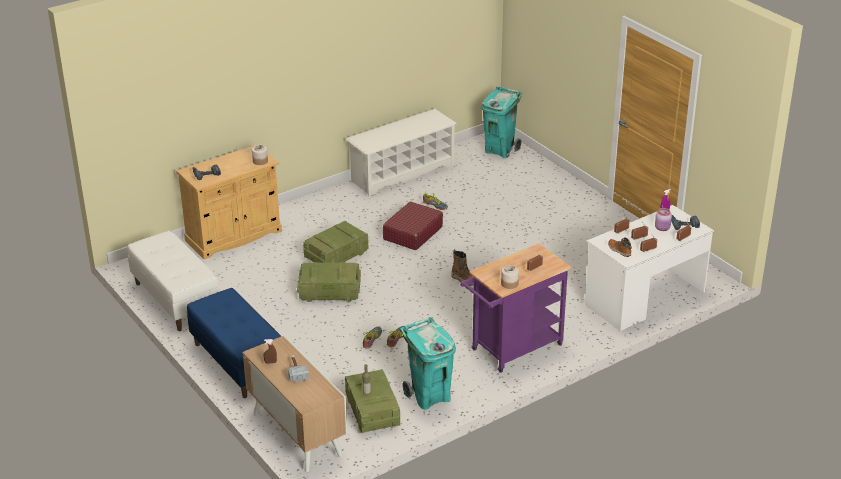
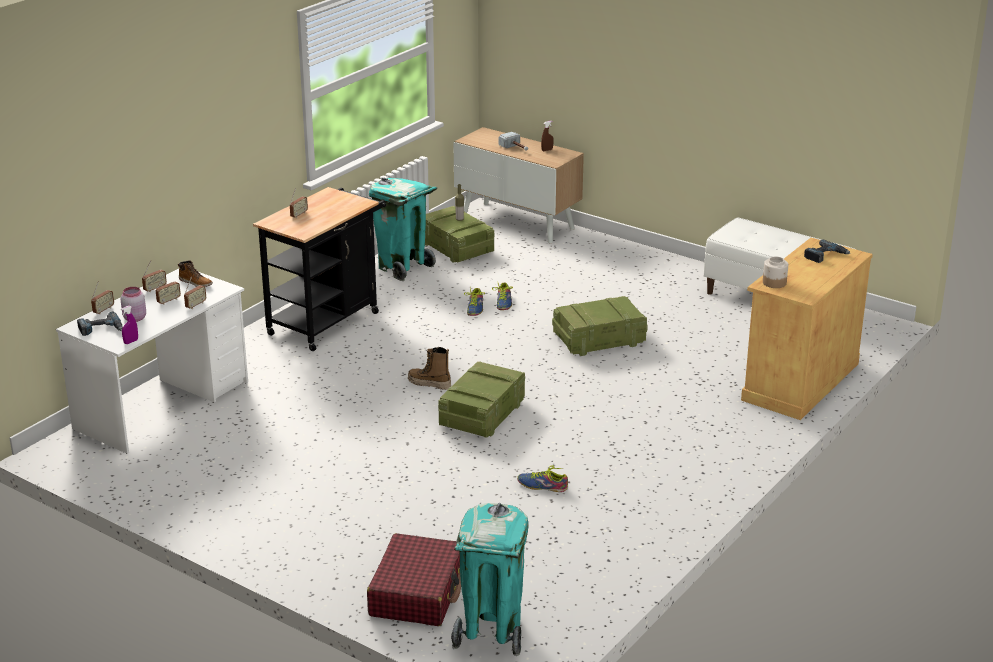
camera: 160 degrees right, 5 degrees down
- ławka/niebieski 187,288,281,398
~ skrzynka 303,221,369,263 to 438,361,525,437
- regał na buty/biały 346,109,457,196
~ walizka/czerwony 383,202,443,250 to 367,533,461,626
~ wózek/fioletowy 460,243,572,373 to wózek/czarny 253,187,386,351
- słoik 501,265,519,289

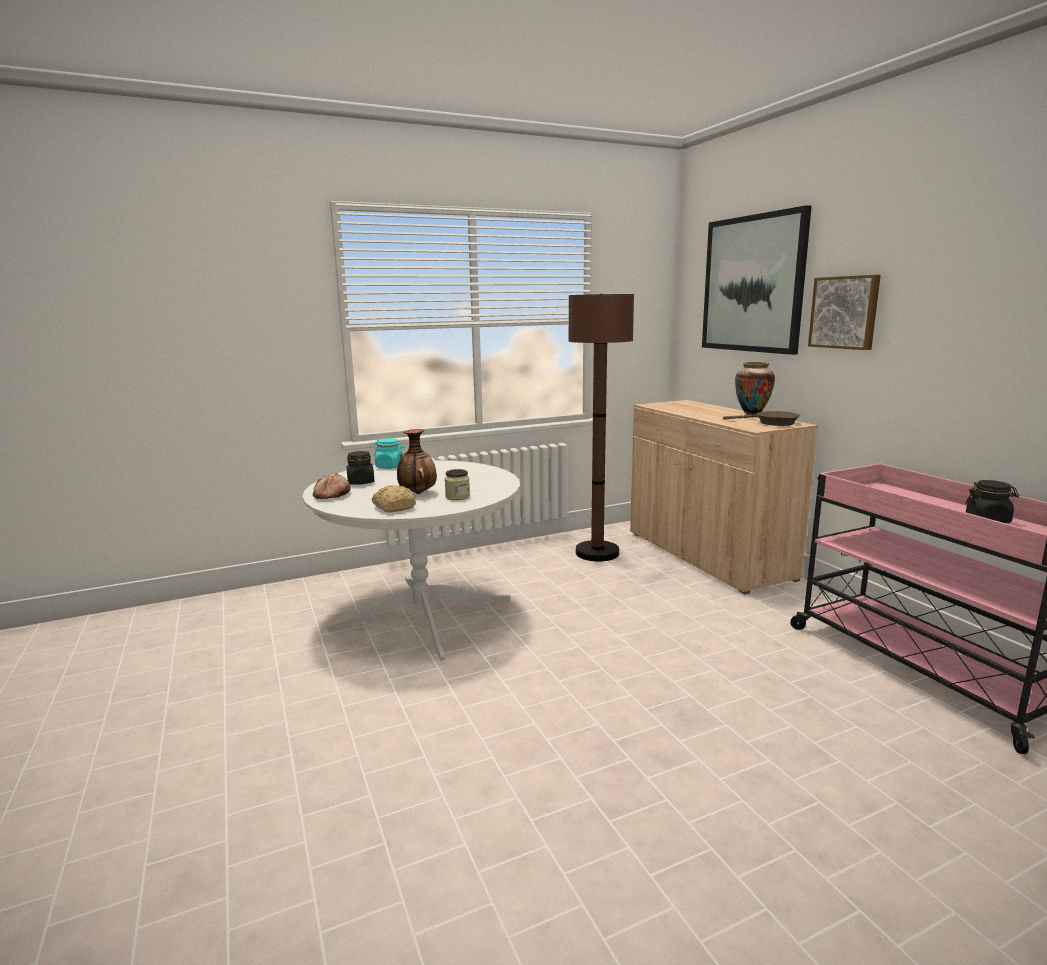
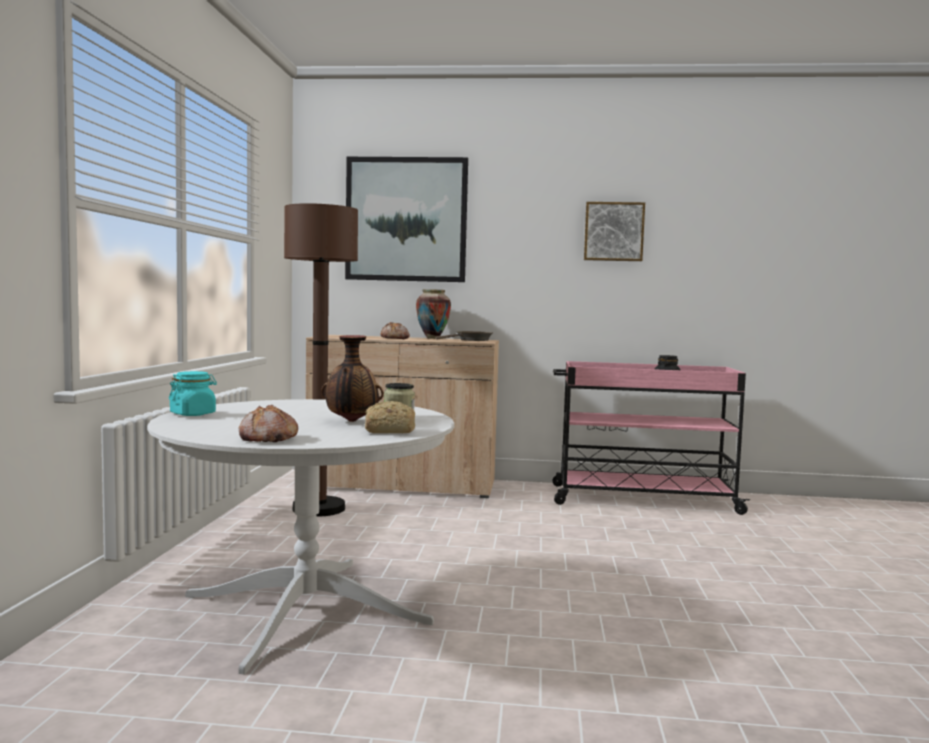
camera: 60 degrees left, 10 degrees down
- słoik/czarny 347,451,374,485
~ obraz 808,275,881,350 to 584,202,645,261
+ chleb 380,322,410,339

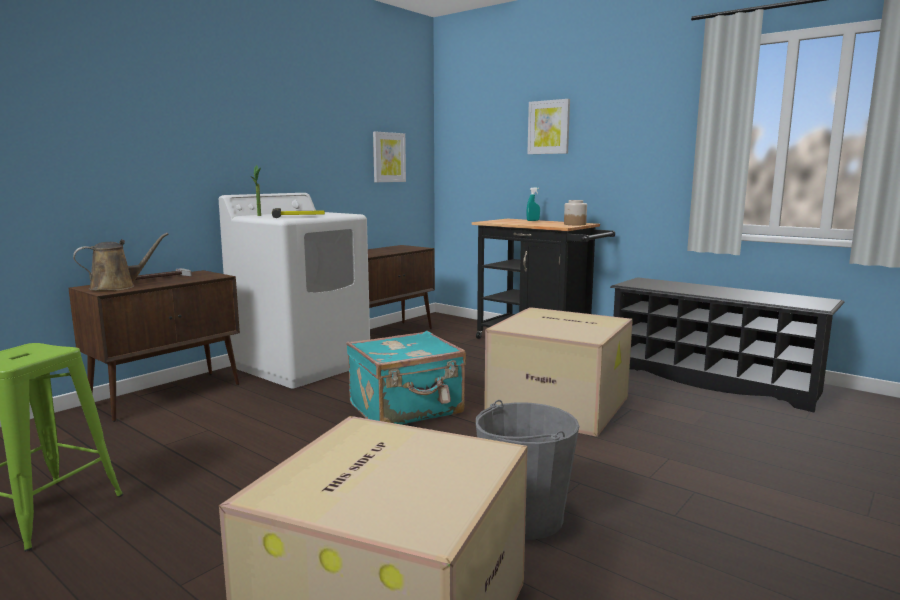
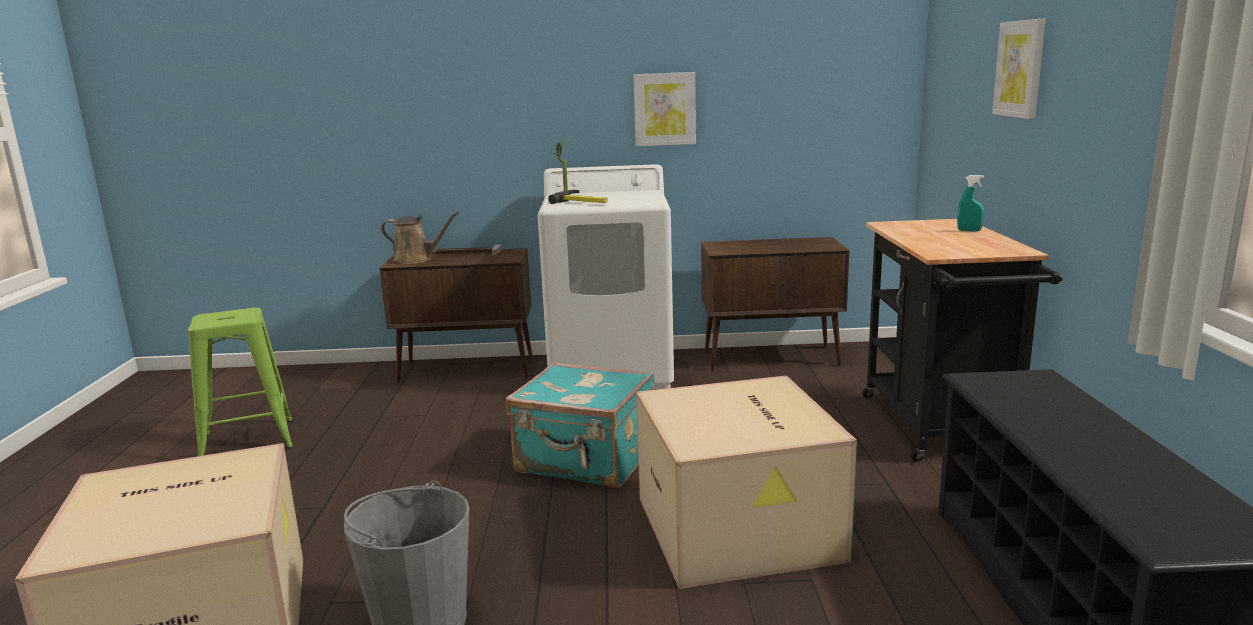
camera: 50 degrees right, 5 degrees up
~ obraz 373,131,406,182 to 633,72,696,146
- słoik 564,200,587,225

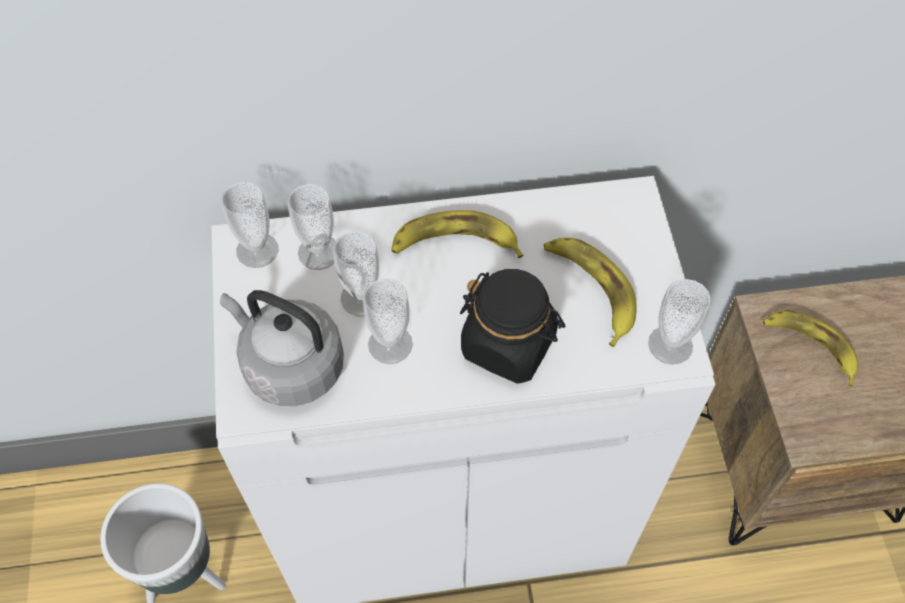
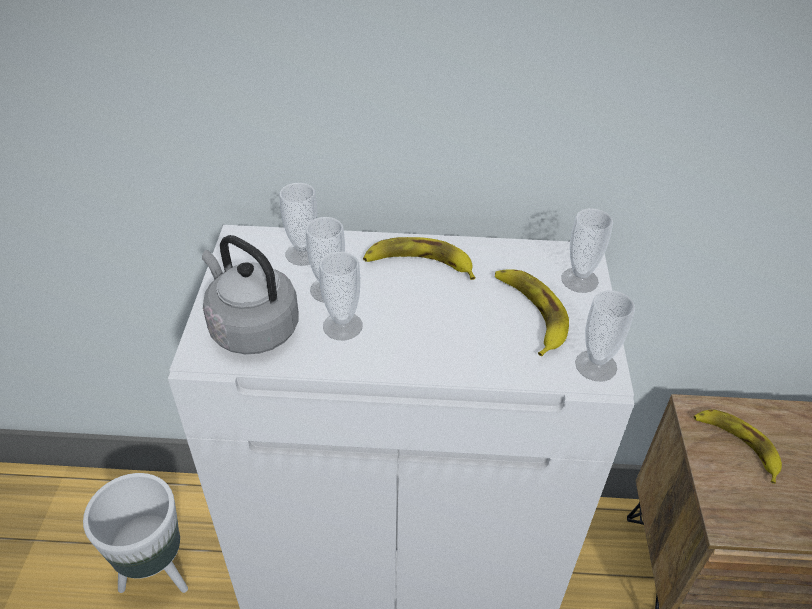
camera: 10 degrees right, 15 degrees down
~ filiżanka 221,182,278,268 to 561,208,613,293
- słoik/czarny 460,269,565,384

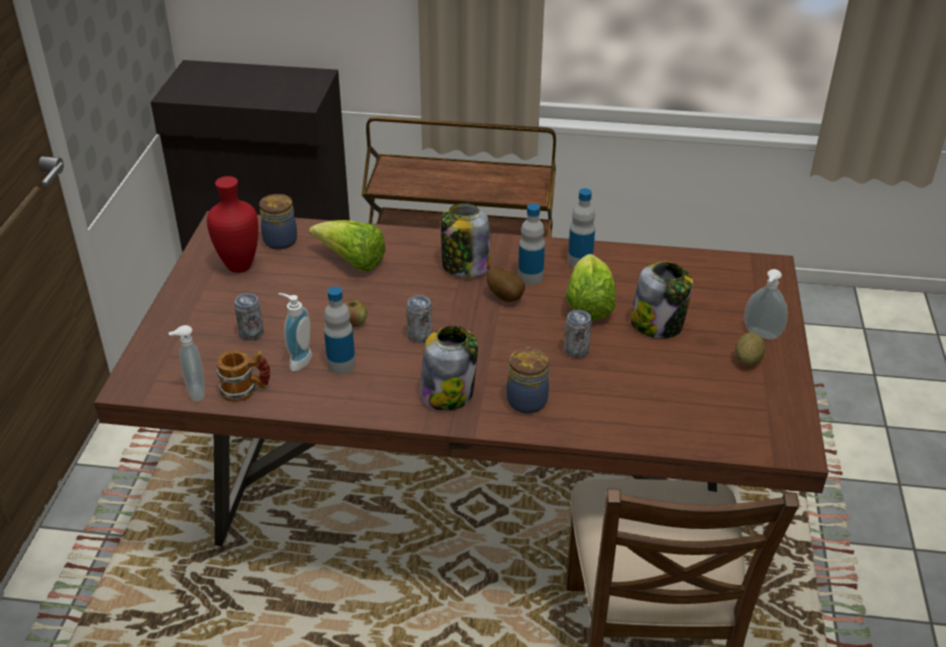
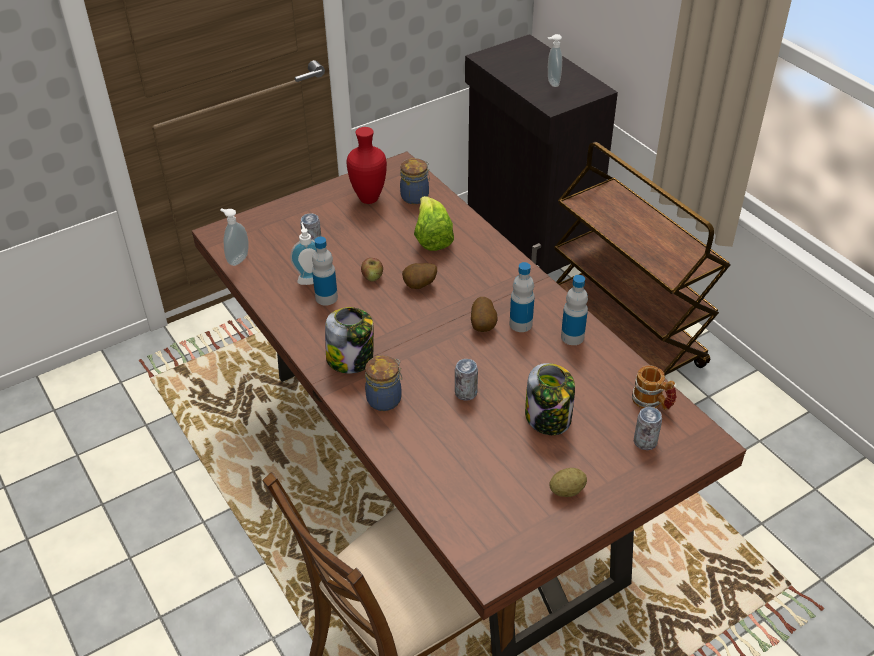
camera: 50 degrees right, 5 degrees up
~ kubek 216,350,271,402 to 632,365,677,410
~ puszka 407,295,433,343 to 634,407,662,450
- słoik 441,203,490,277
- sałata 566,254,616,321
~ dozownik mydła 744,269,788,340 to 548,34,562,87
+ ziemniak 402,263,437,289

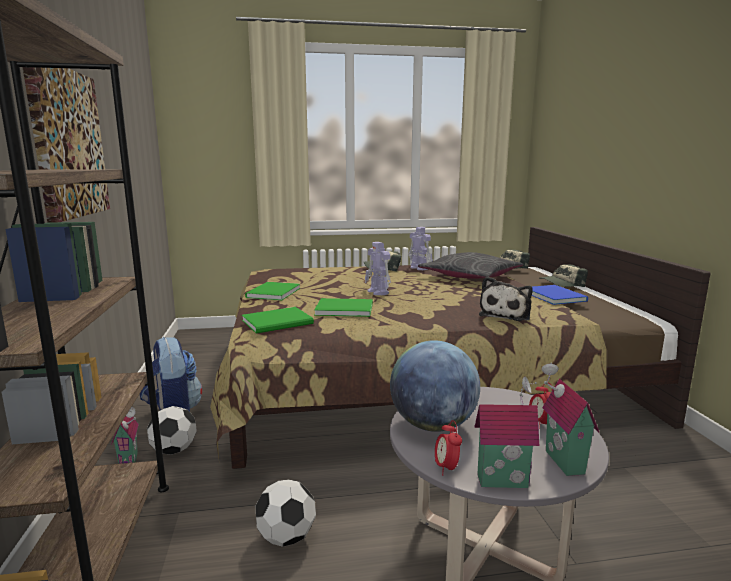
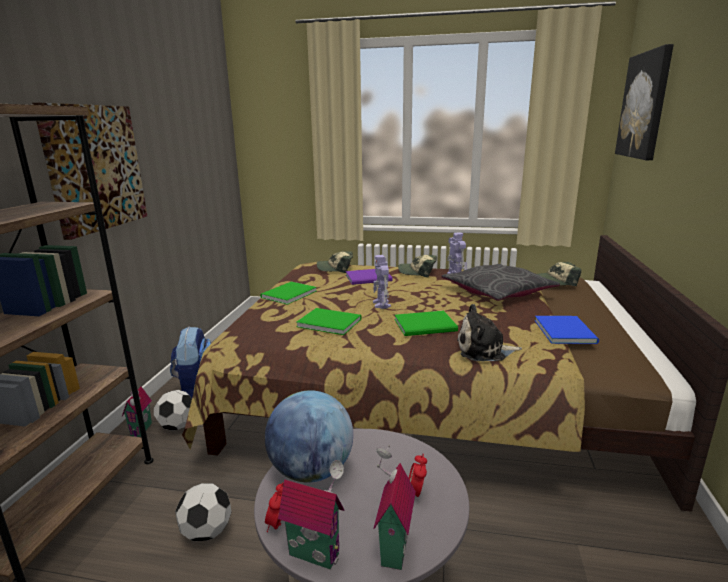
camera: 20 degrees right, 5 degrees up
~ książka/zielony 242,307,314,333 to 395,311,458,336
~ pluszak 479,276,533,321 = 457,304,522,361 45 degrees clockwise
~ czapka z daszkiem 539,264,588,287 to 317,251,353,273
+ książka/fioletowy 346,269,392,285
+ obraz 615,44,674,160

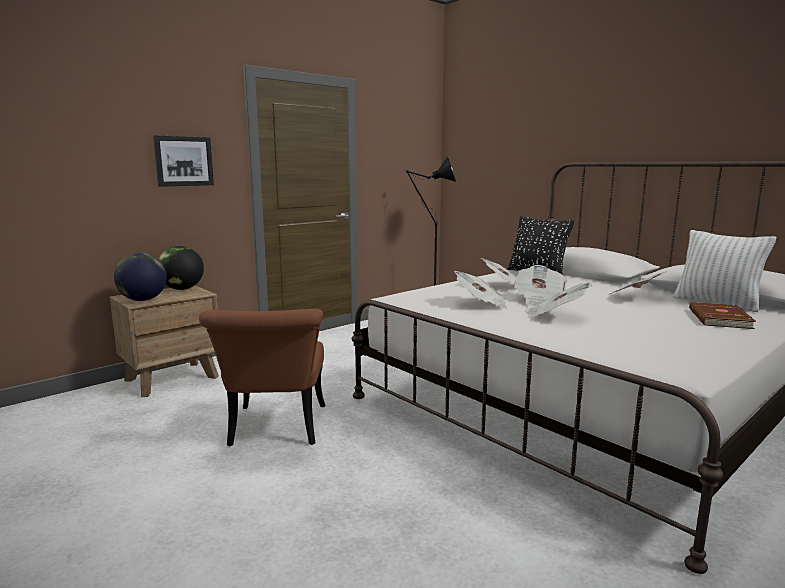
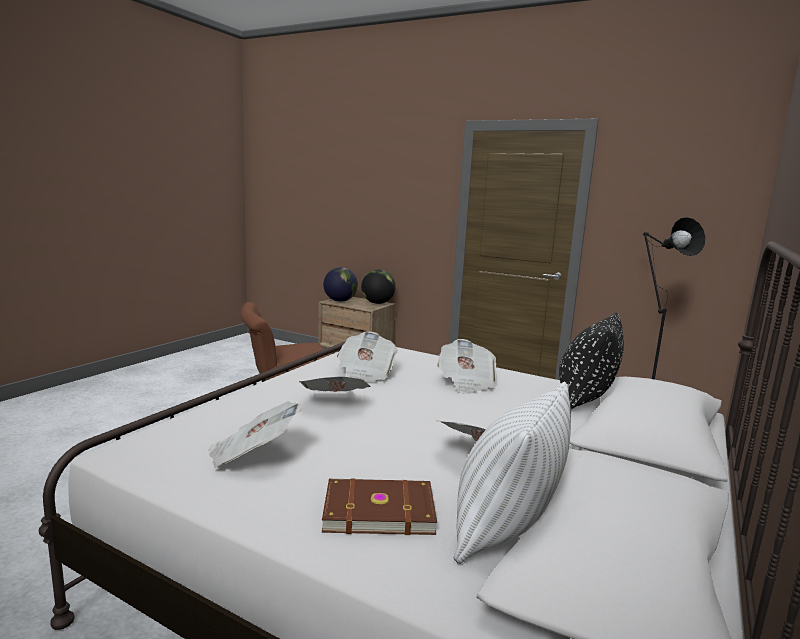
camera: 70 degrees right, 0 degrees up
- obraz 153,135,214,187
~ gazeta 513,265,567,307 to 208,401,301,468

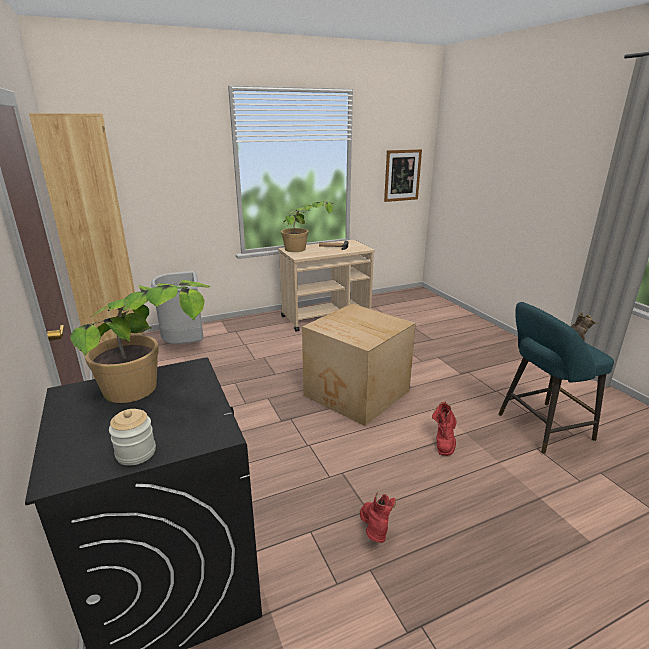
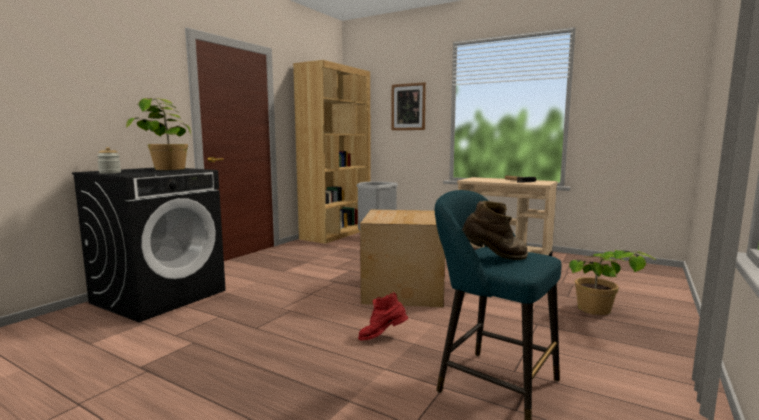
camera: 55 degrees right, 15 degrees down
~ roślina doniczkowa 281,201,333,252 to 569,250,657,315
- but z cholewką/czerwony 360,492,396,543
~ obraz 384,149,422,202 to 391,82,426,130

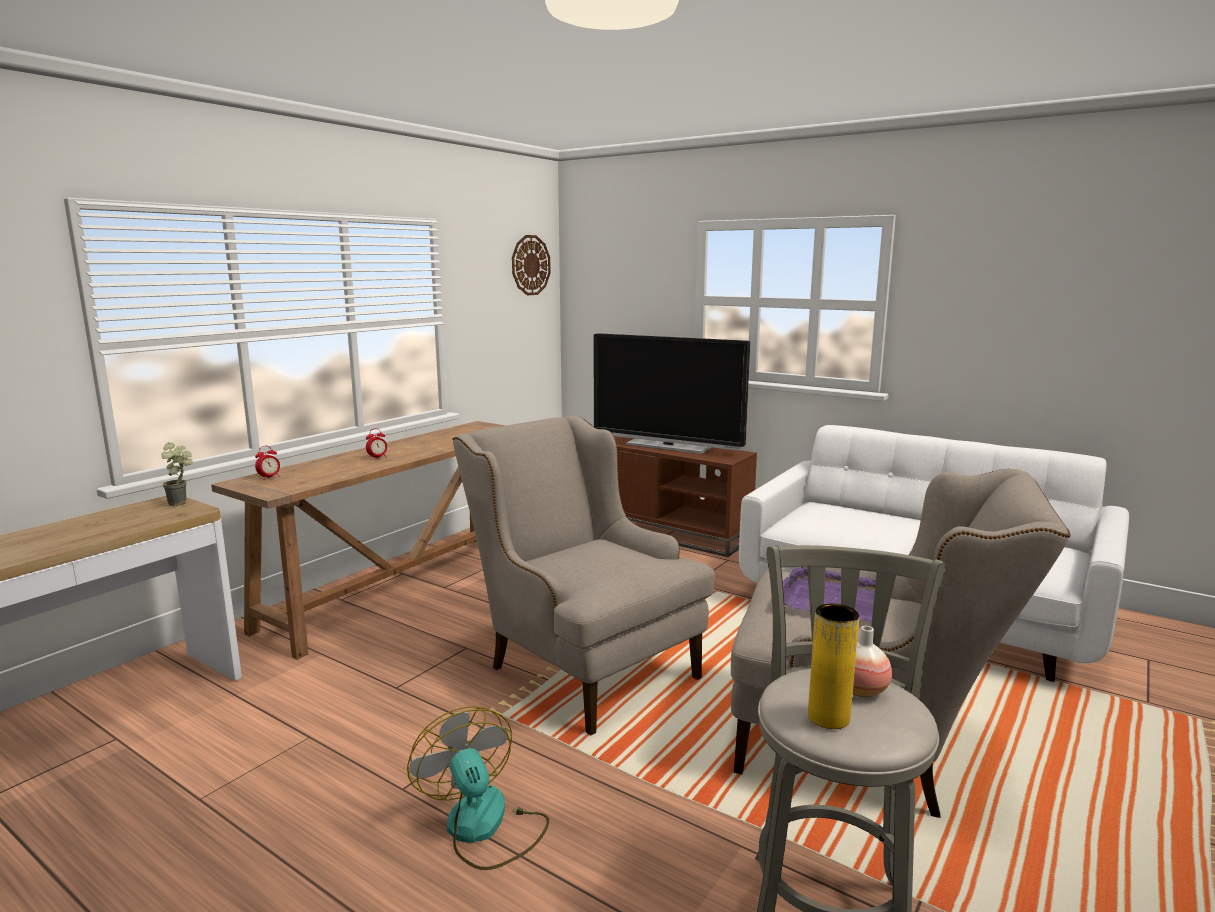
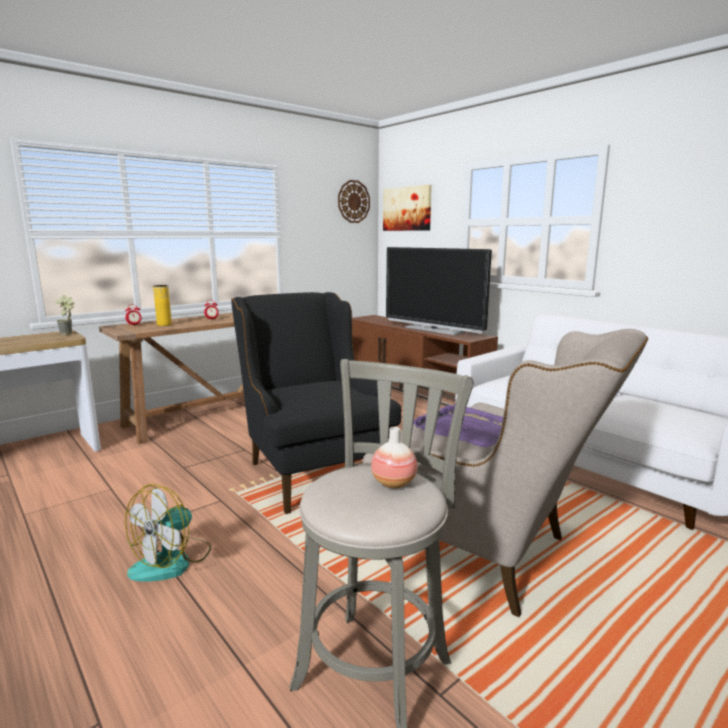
camera: 15 degrees right, 0 degrees up
~ wentylator 407,706,549,870 = 125,484,211,582 135 degrees counterclockwise
~ fotel/beżowy 452,416,714,735 to fotel/czarny 231,292,401,514
~ wazon/żółty 808,604,859,729 to 153,285,172,326
+ obraz 383,185,432,231

